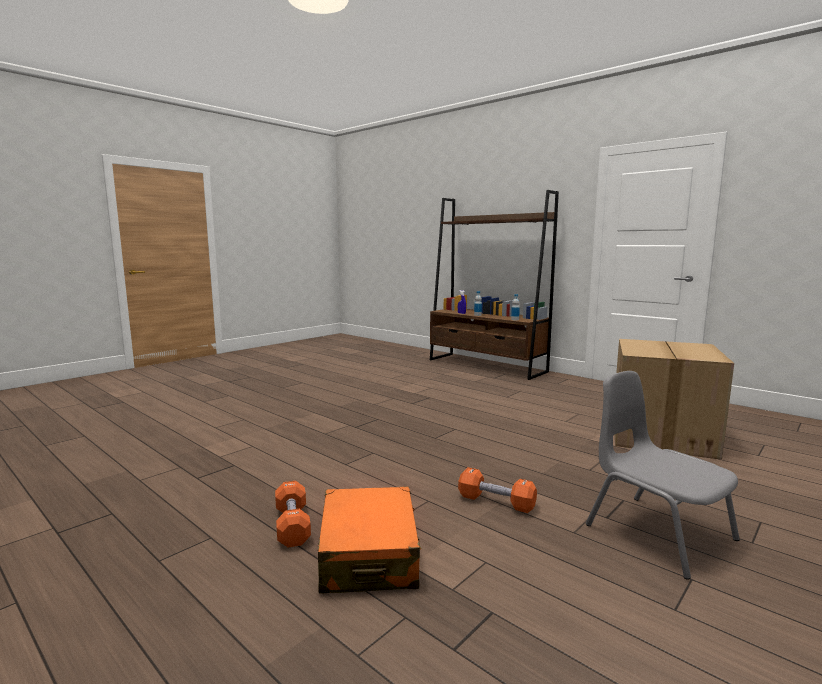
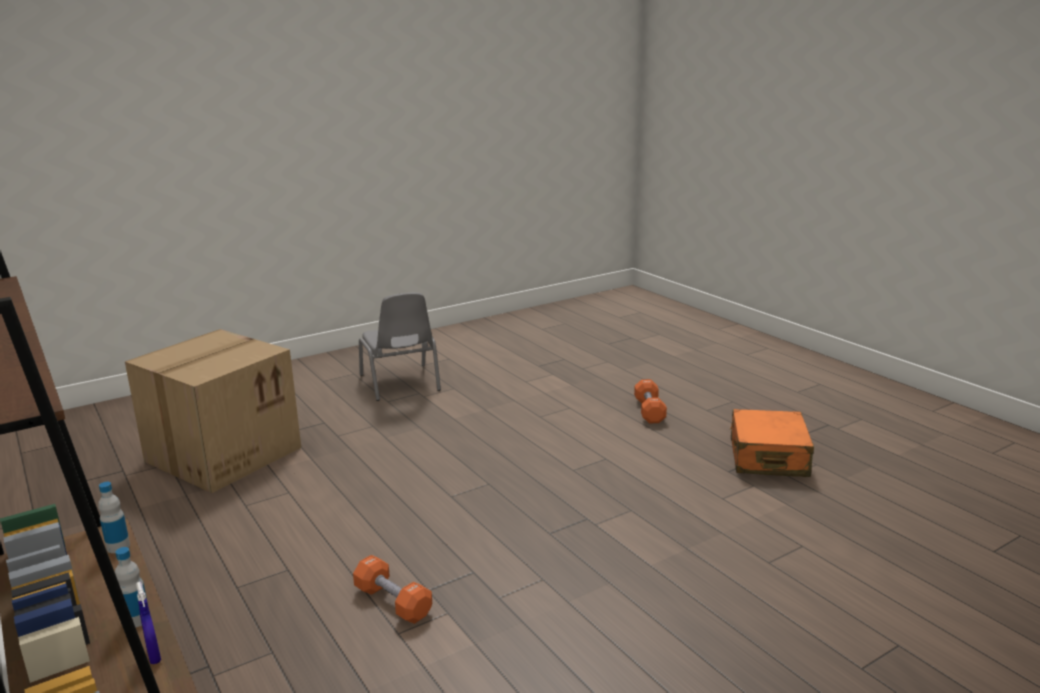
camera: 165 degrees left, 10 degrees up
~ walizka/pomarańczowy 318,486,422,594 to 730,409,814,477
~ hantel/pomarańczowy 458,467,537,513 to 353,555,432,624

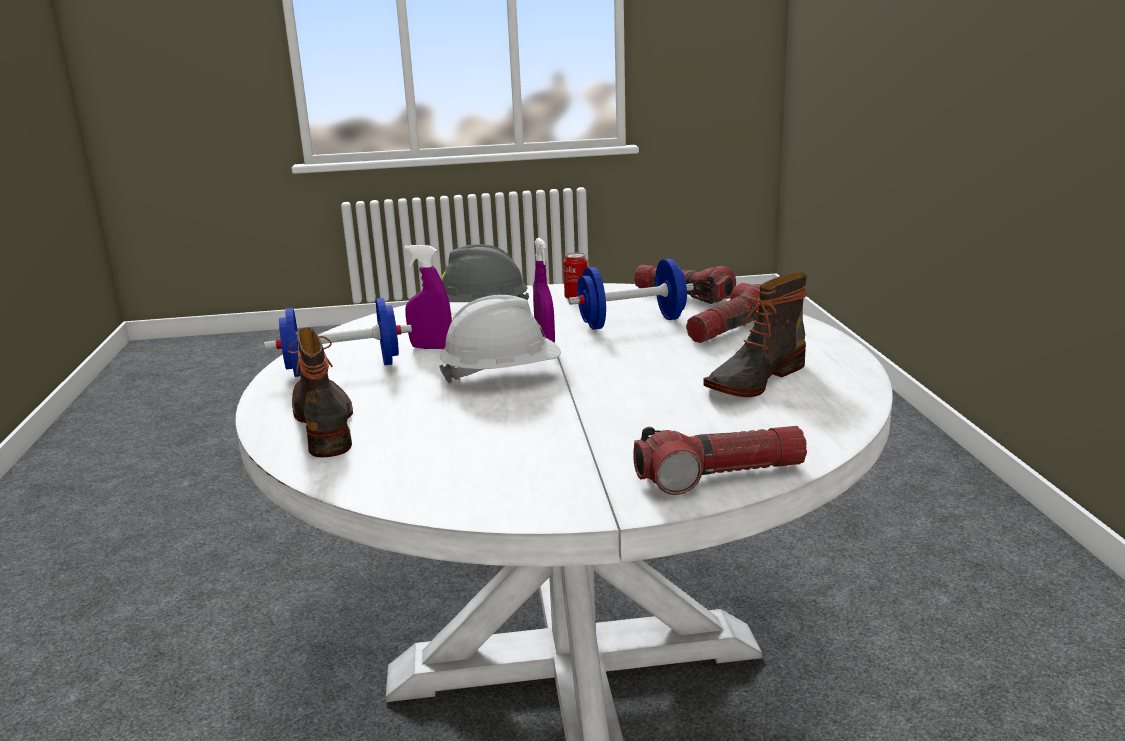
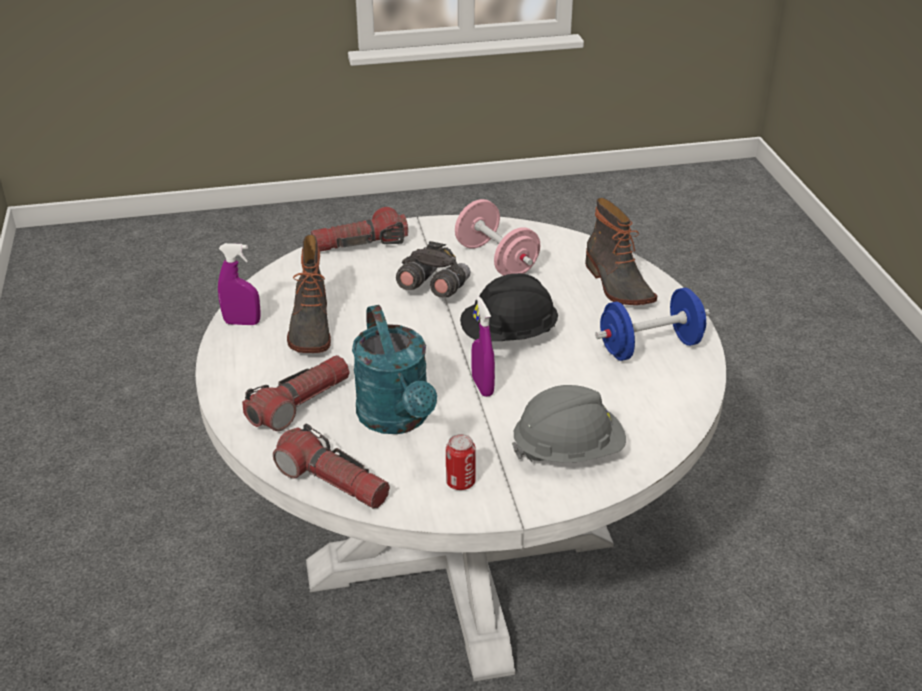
camera: 175 degrees right, 15 degrees up
~ spryskiwacz/fioletowy 404,245,452,349 to 218,243,261,325
~ kask/biały 439,295,561,383 to kask/czarny 460,273,558,341
~ hantel/niebieski 568,259,694,330 to konewka/turkusowy 352,305,437,434
~ but z cholewką 703,272,807,397 = 287,235,331,353 135 degrees clockwise
+ lornetka/szary 396,241,470,298
+ hantel/różowy 455,199,540,276

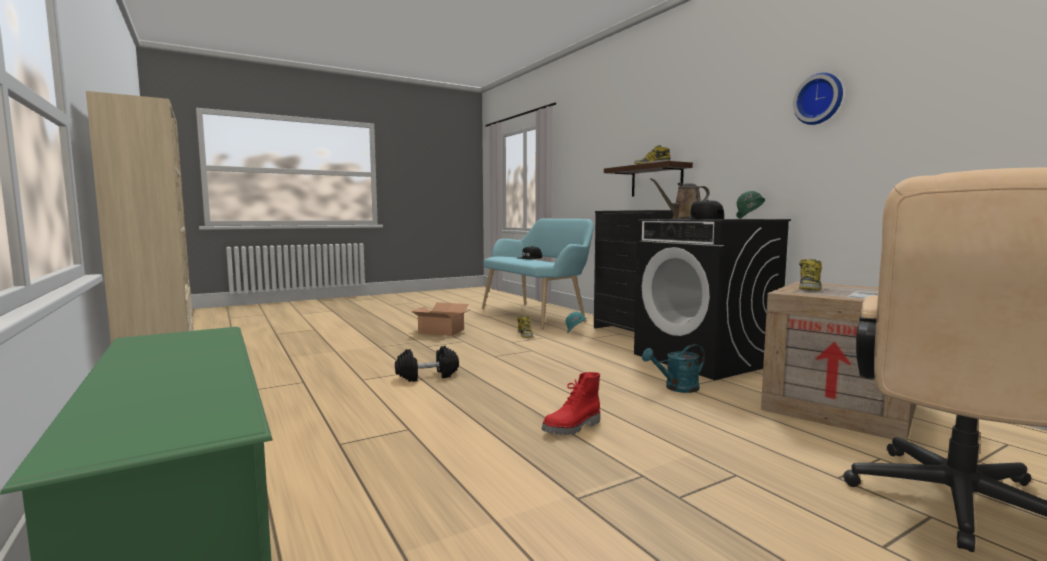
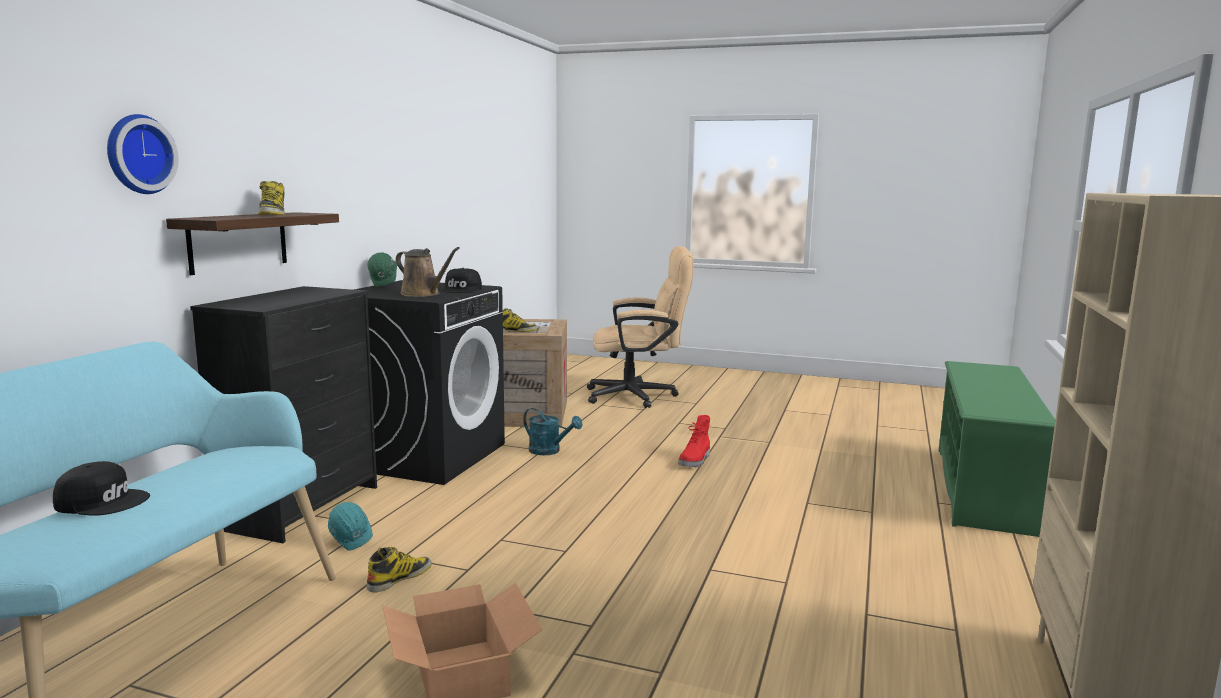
camera: 130 degrees left, 5 degrees up
- hantel/czarny 395,346,459,382
~ but z cholewką/czerwony 542,372,600,435 = 678,415,710,467 105 degrees clockwise
~ zegar ścienny 793,73,843,125 to 107,114,179,194

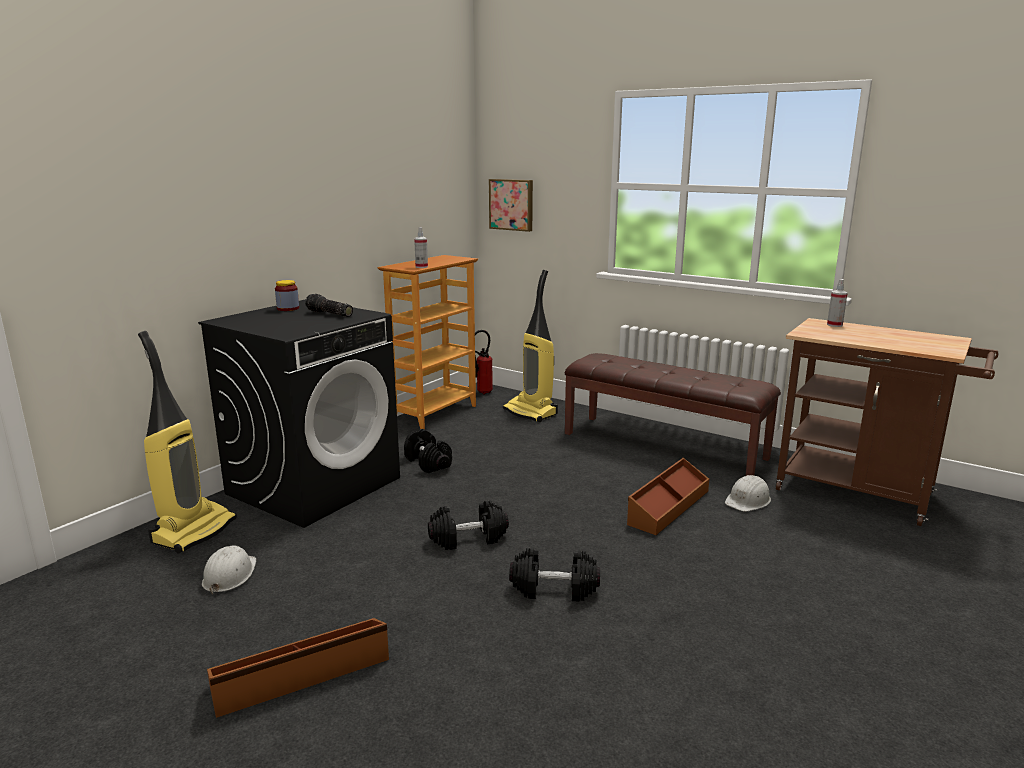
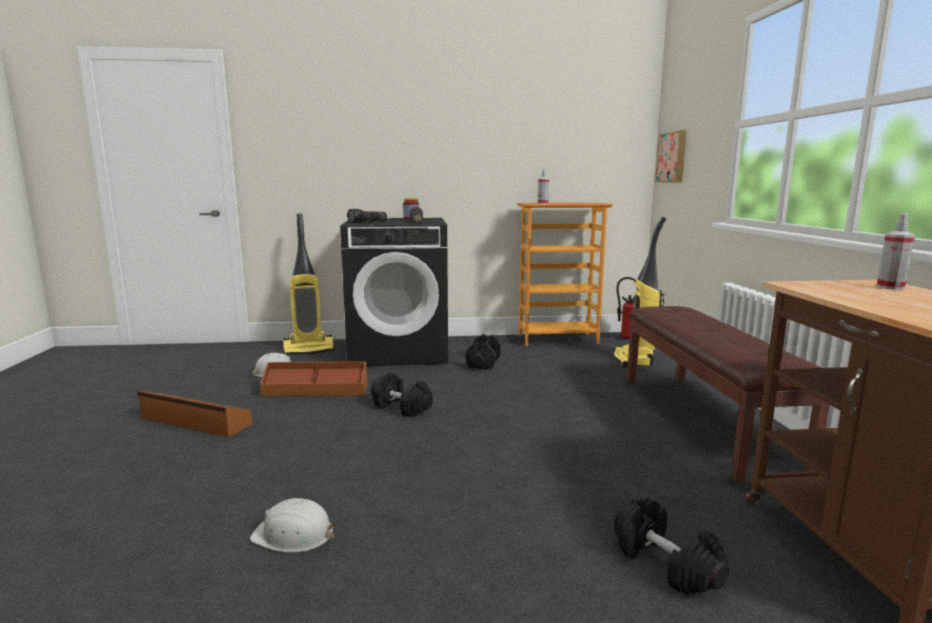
camera: 50 degrees right, 5 degrees down
~ hantel/czarny 509,548,600,601 to 614,497,729,595
~ pojemnik do przechowywania/brązowy 627,458,709,535 to 260,361,367,397
~ kask/biały 725,475,771,512 to 250,498,337,552
+ latarka 347,208,387,223

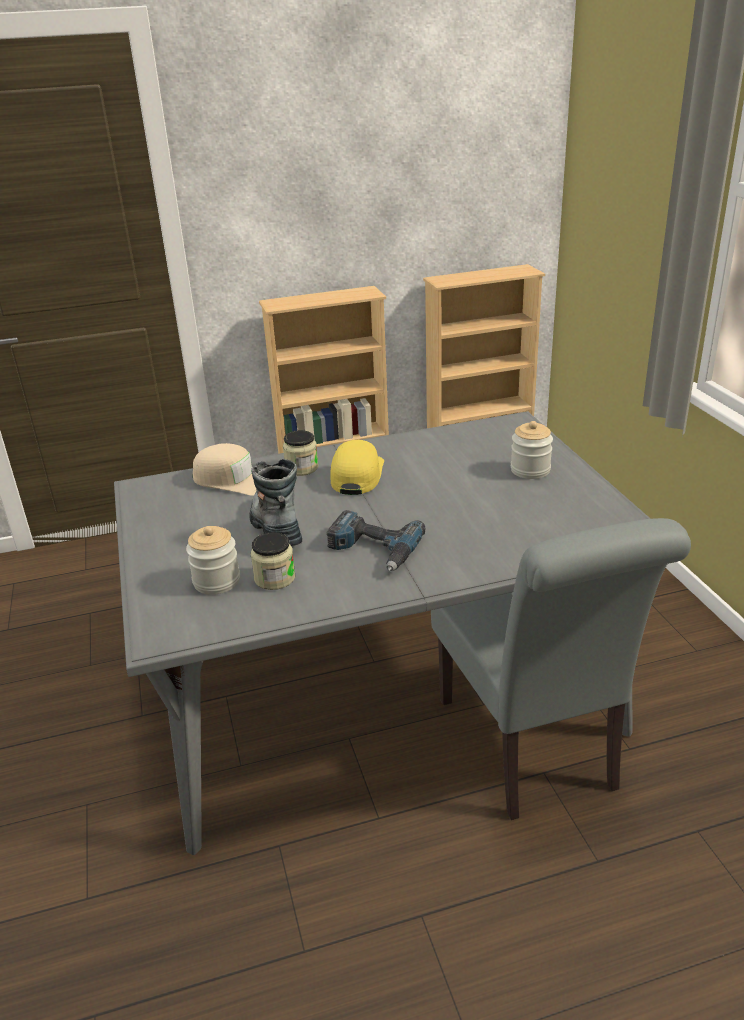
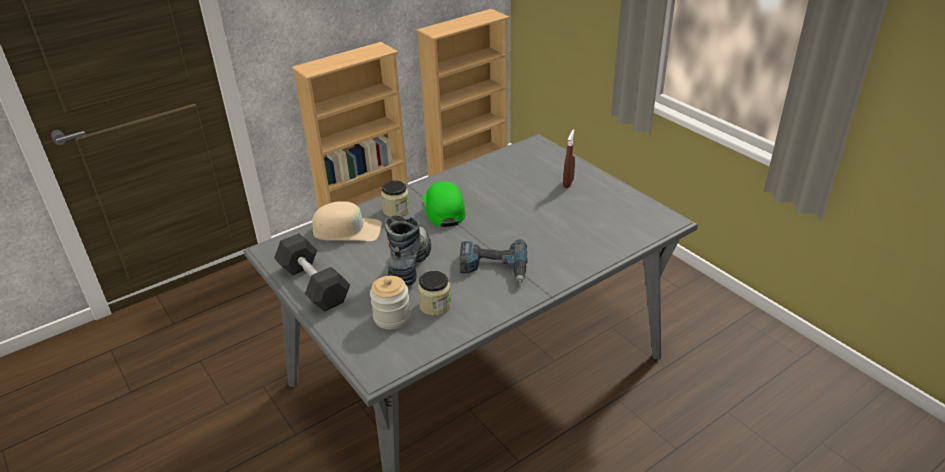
camera: 20 degrees left, 5 degrees up
~ but z cholewką 249,459,302,546 = 385,215,431,286 45 degrees clockwise
~ czapka z daszkiem/żółty 330,440,384,495 to czapka z daszkiem/zielony 422,181,465,227
- krzesło/szary 431,518,691,820
~ słoik 511,421,553,479 to spryskiwacz/brązowy 563,130,575,188
+ hantel/szary 274,233,350,312

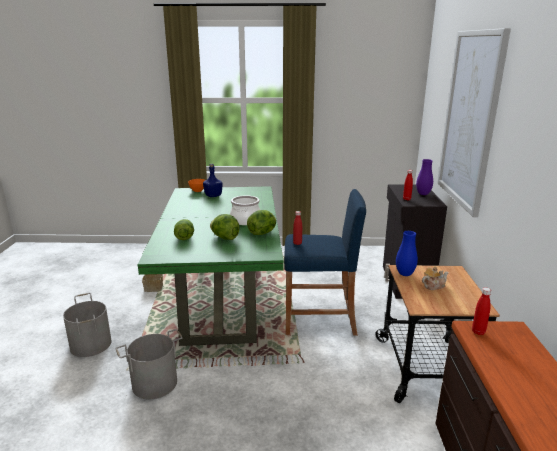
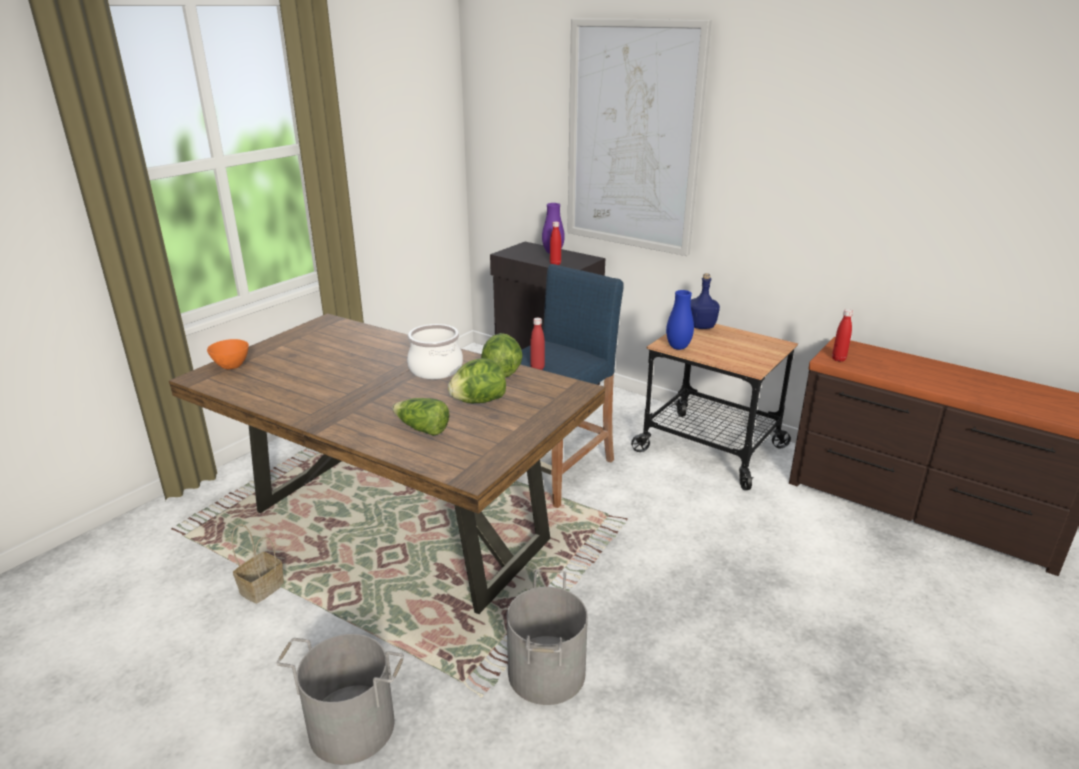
camera: 55 degrees left, 5 degrees up
~ stół jadalny/zielony 137,186,284,346 to stół jadalny/brązowy 169,313,605,614
~ butelka/niebieski 203,164,223,197 to 691,273,720,329
- imbryk 422,267,449,290

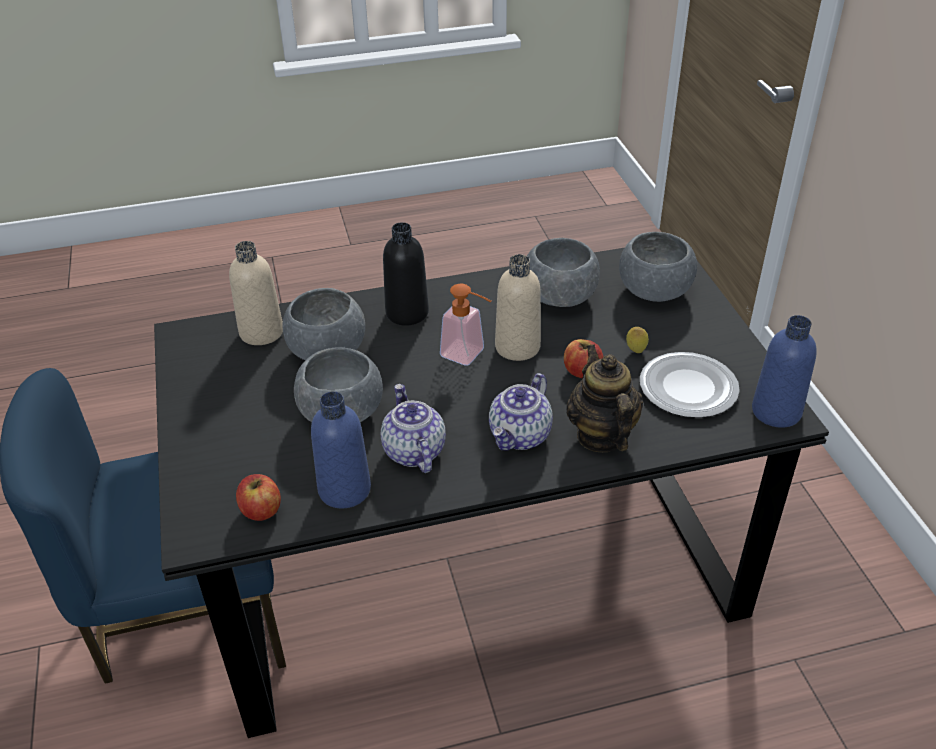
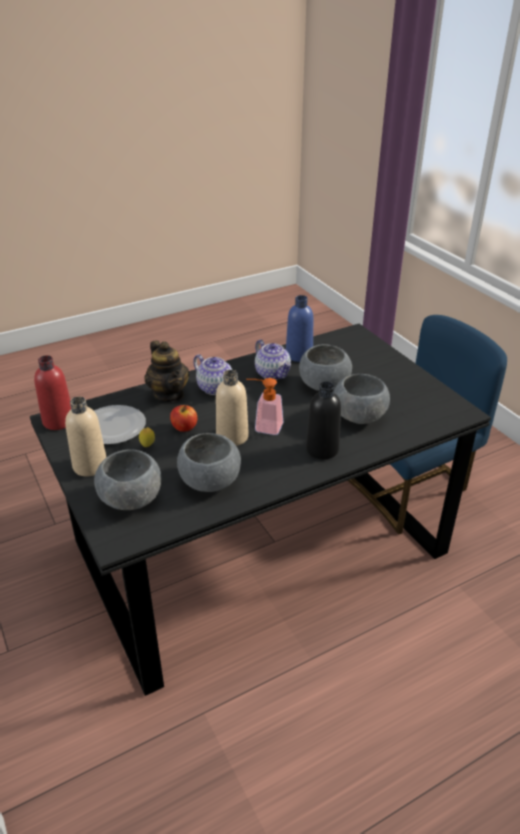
camera: 165 degrees right, 5 degrees down
~ butelka/beżowy 229,241,283,345 to 65,397,106,476
- jabłko 236,474,281,521
~ imbryk 489,373,553,450 = 193,354,232,395 120 degrees clockwise
~ butelka/niebieski 752,315,817,428 to butelka/czerwony 34,355,71,430

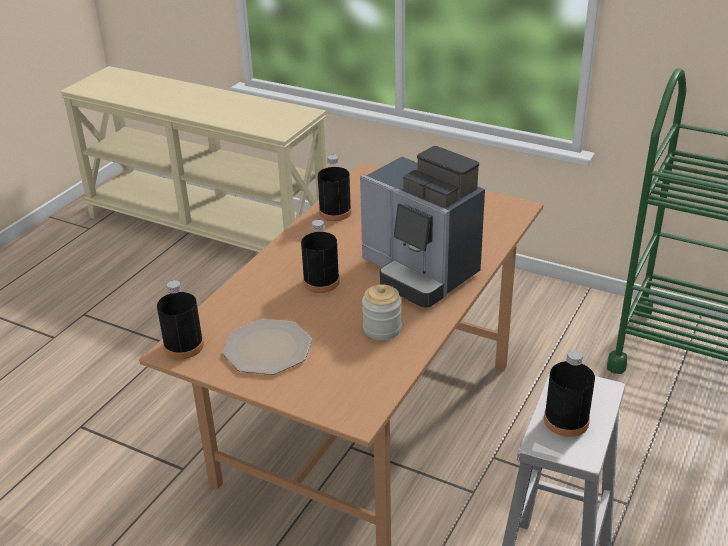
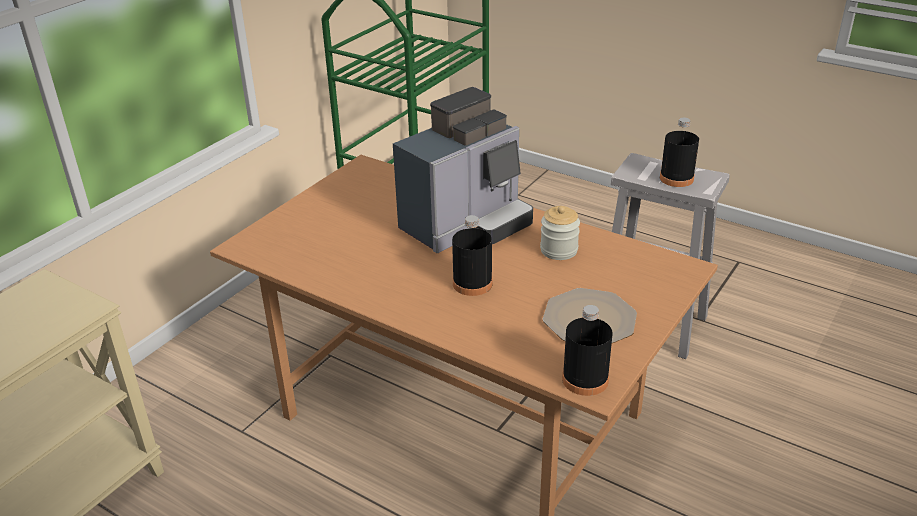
camera: 85 degrees left, 0 degrees up
- butelka/czarny 318,155,351,221

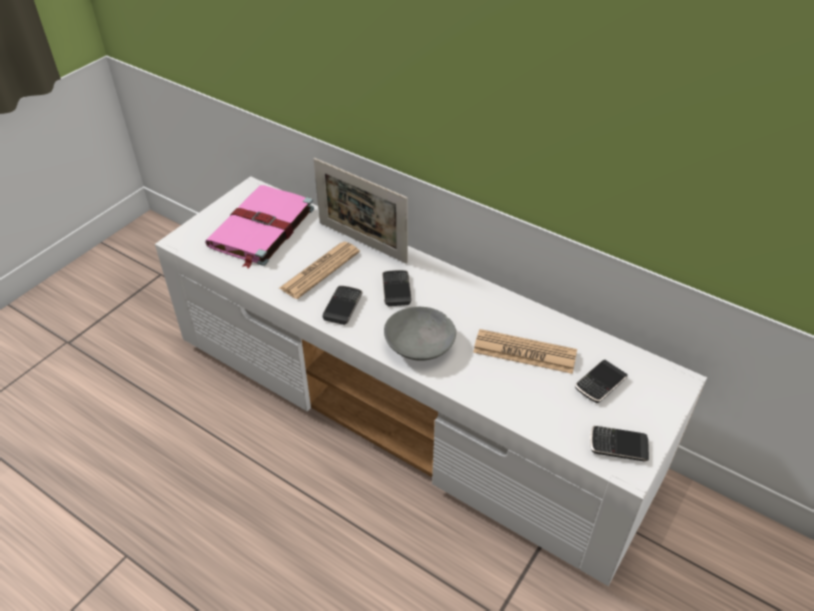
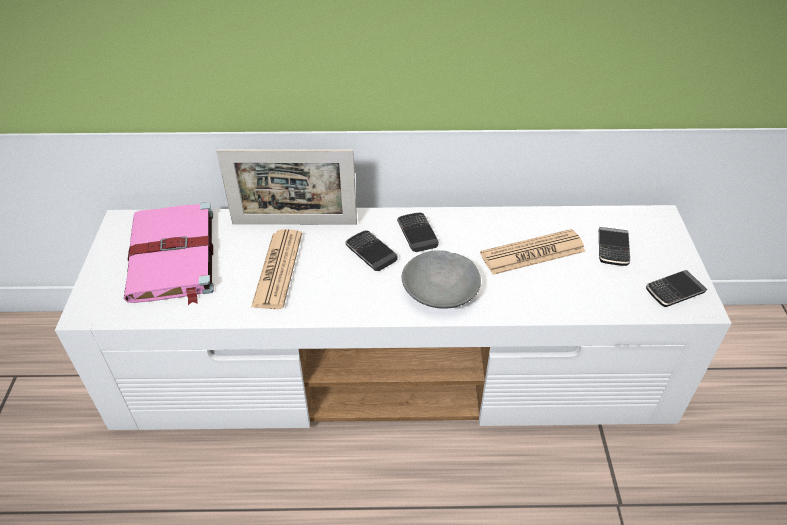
camera: 35 degrees left, 0 degrees up
~ telefon 322,286,363,325 to 397,212,439,252

